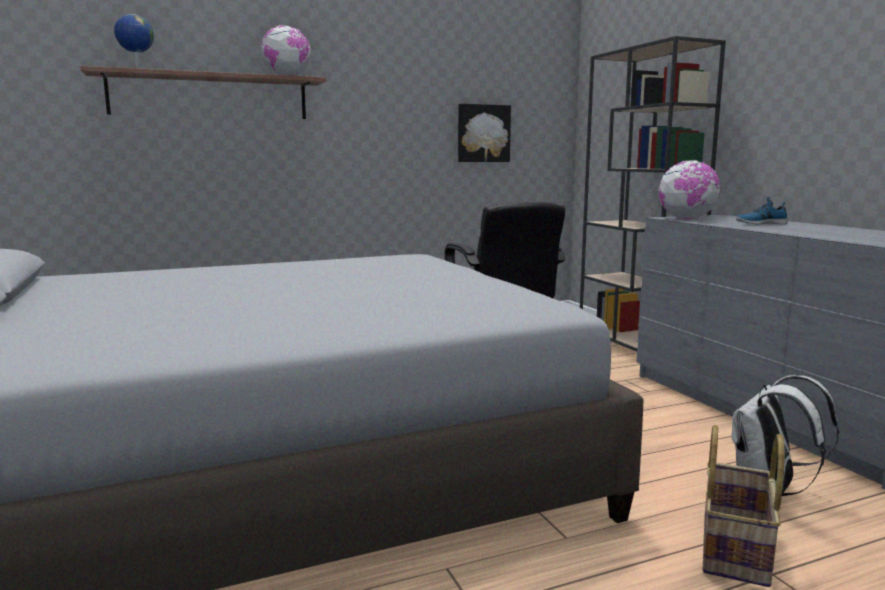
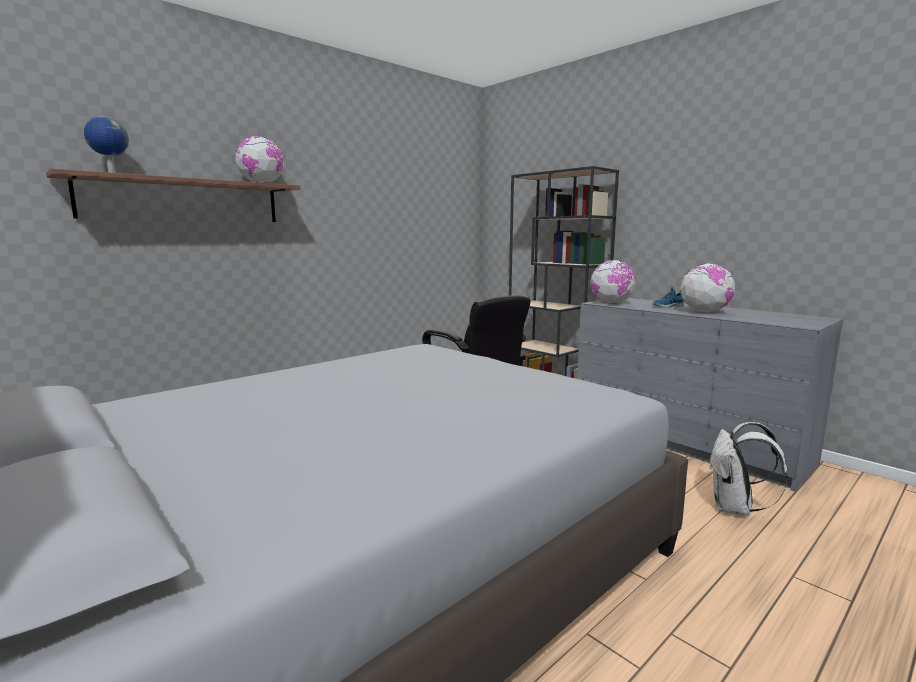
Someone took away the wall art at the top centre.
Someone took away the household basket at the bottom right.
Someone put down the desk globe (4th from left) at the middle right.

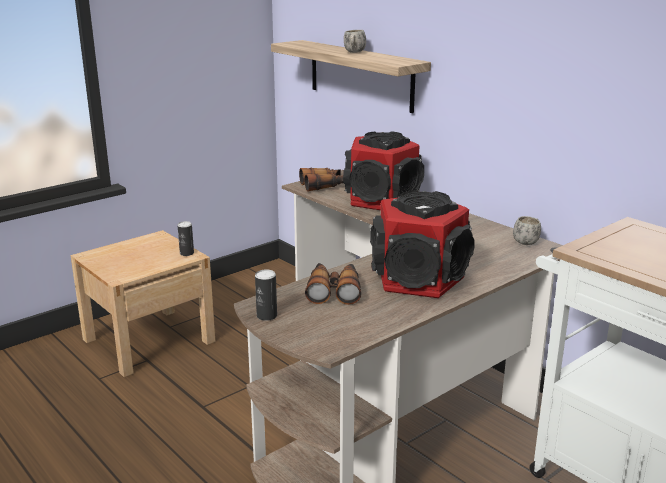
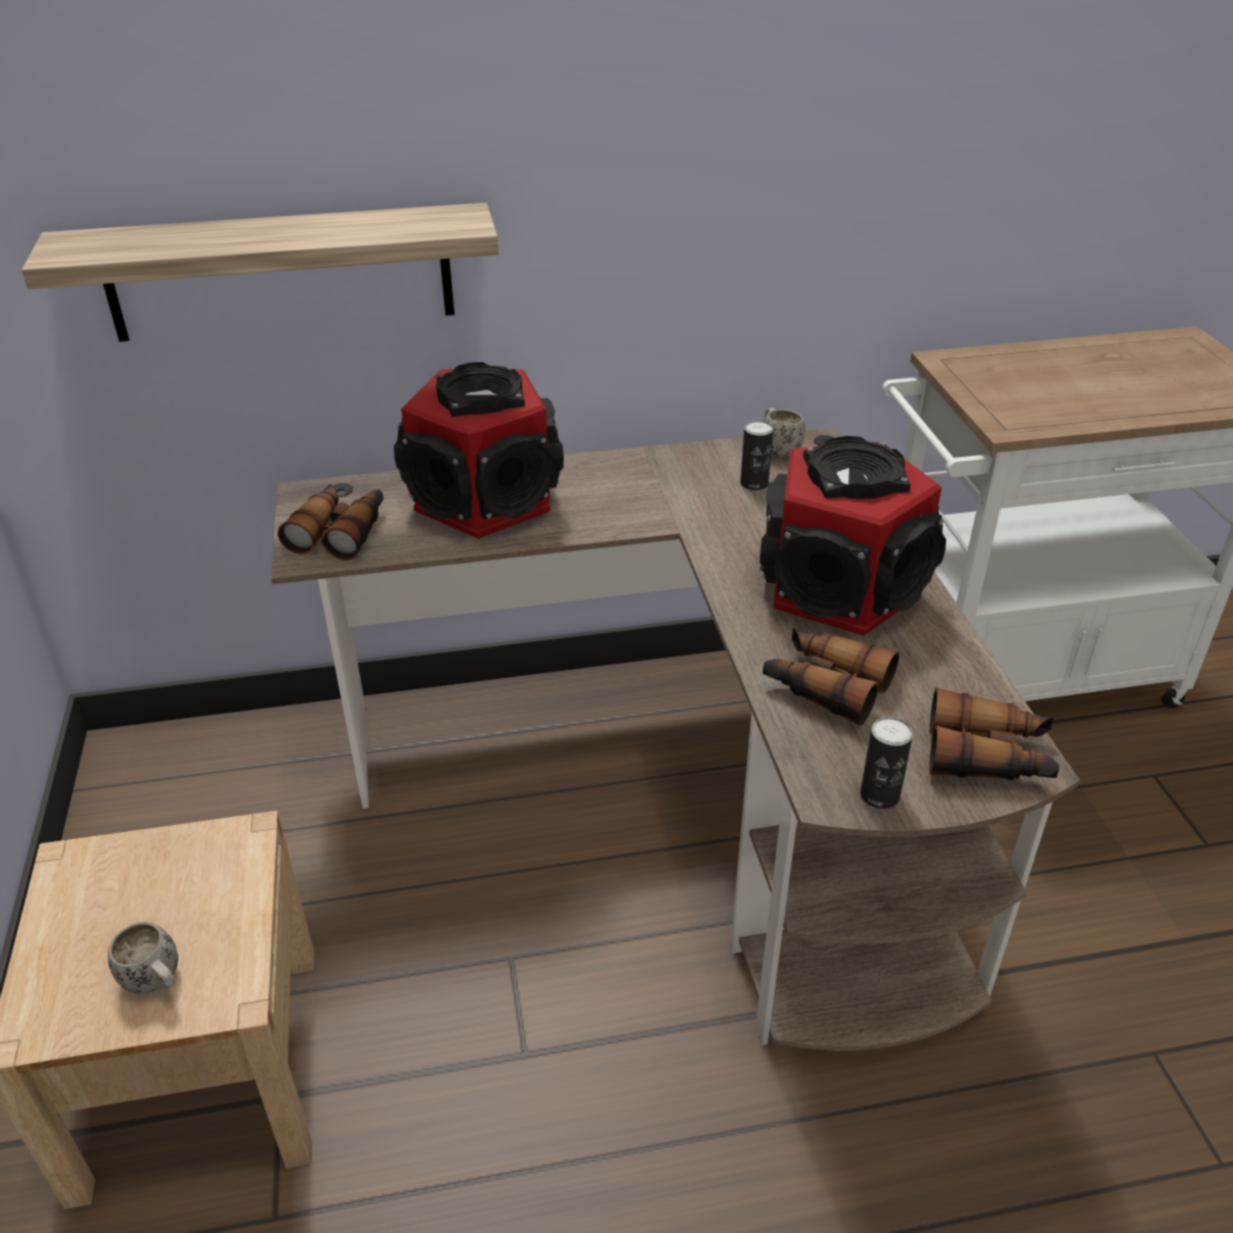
Someone carried the coffee mug/white (1st from left) from the top centre to the bottom left.
Someone carried the can (1st from left) from the middle left to the centre.
Someone put down the pair of binoculars (3rd from left) at the middle right.

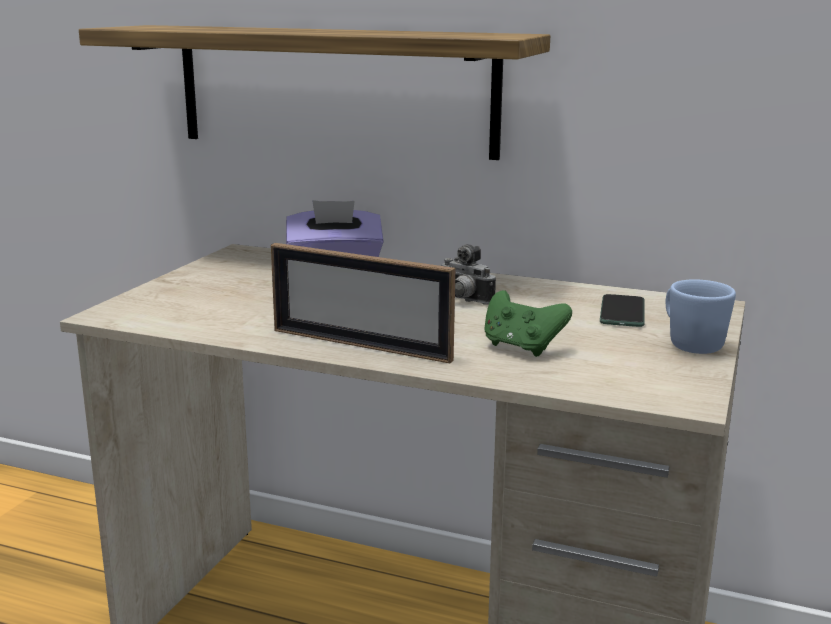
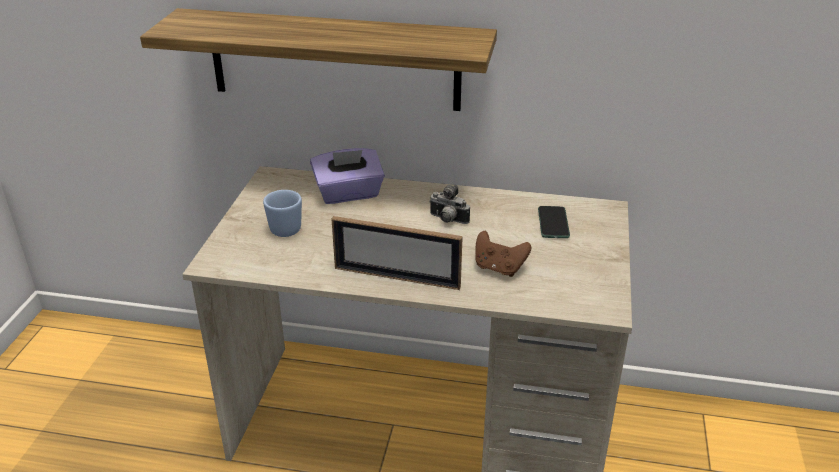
Someone carried the coffee mug/bluish from the middle right to the centre.
Someone repainted the game controller/green-coloured at the centre, which became the game controller/brown at the centre.

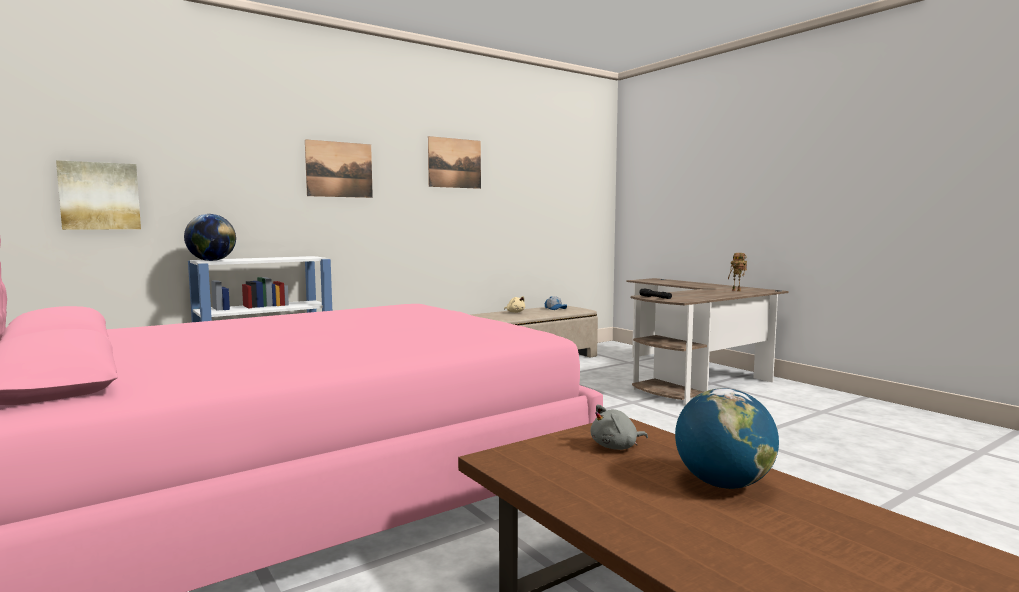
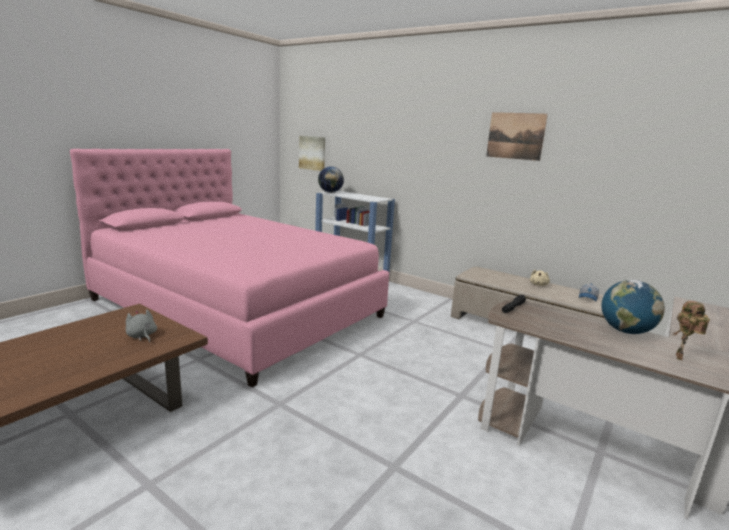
Someone took away the wall art (2nd from left) at the top left.
Someone carried the desk globe (2nd from left) from the bottom right to the middle right.

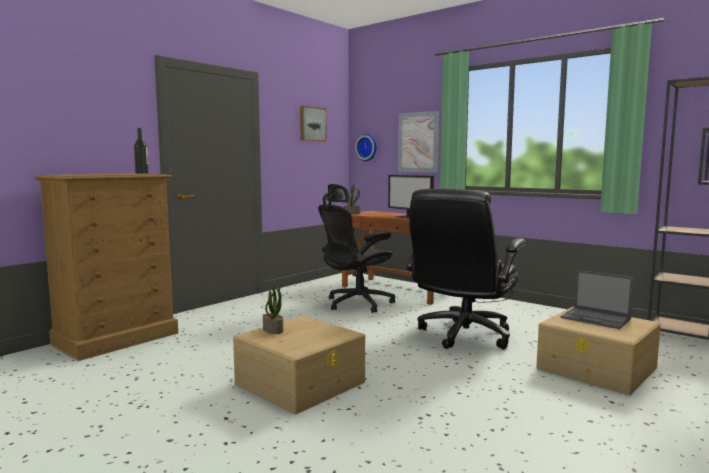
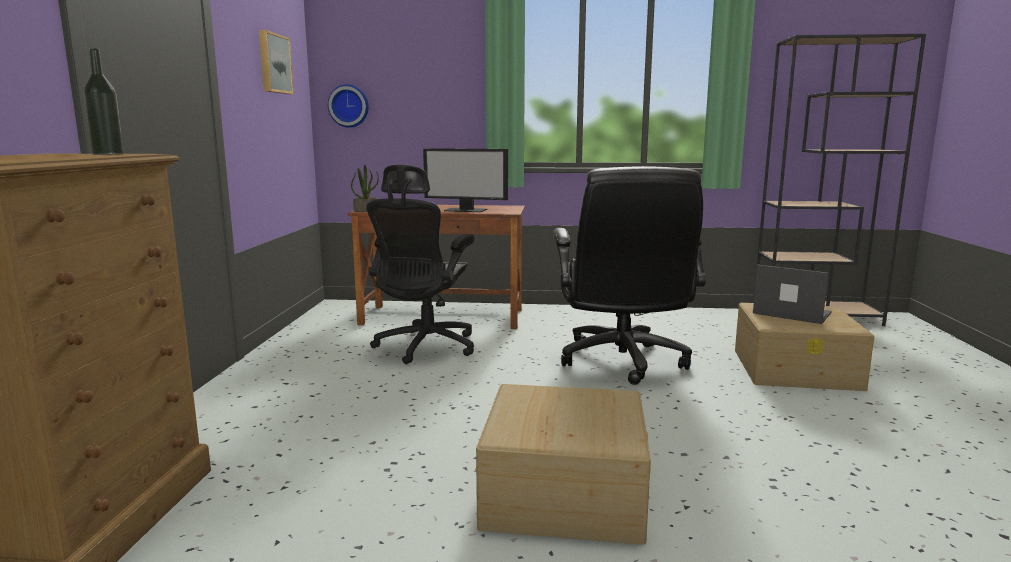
Someone took away the wall art (2nd from left) at the top centre.
Someone rotated the portable computer at the middle right by 150 degrees counterclockwise.
Someone took away the plant in a pot (1st from left) at the centre.

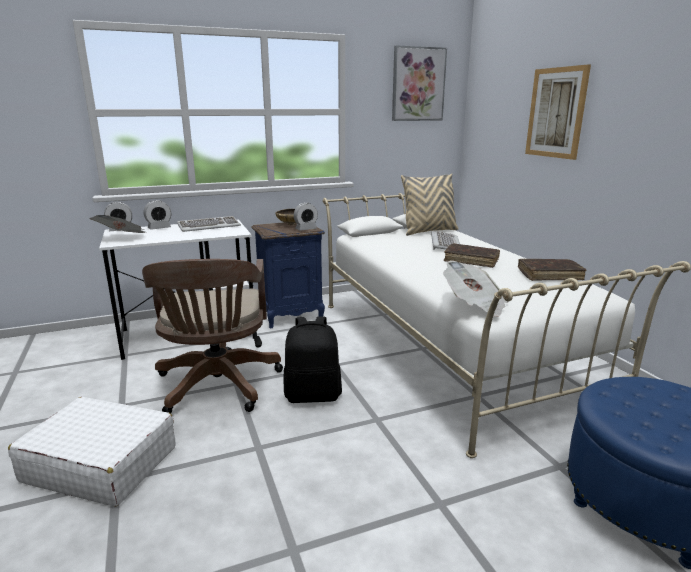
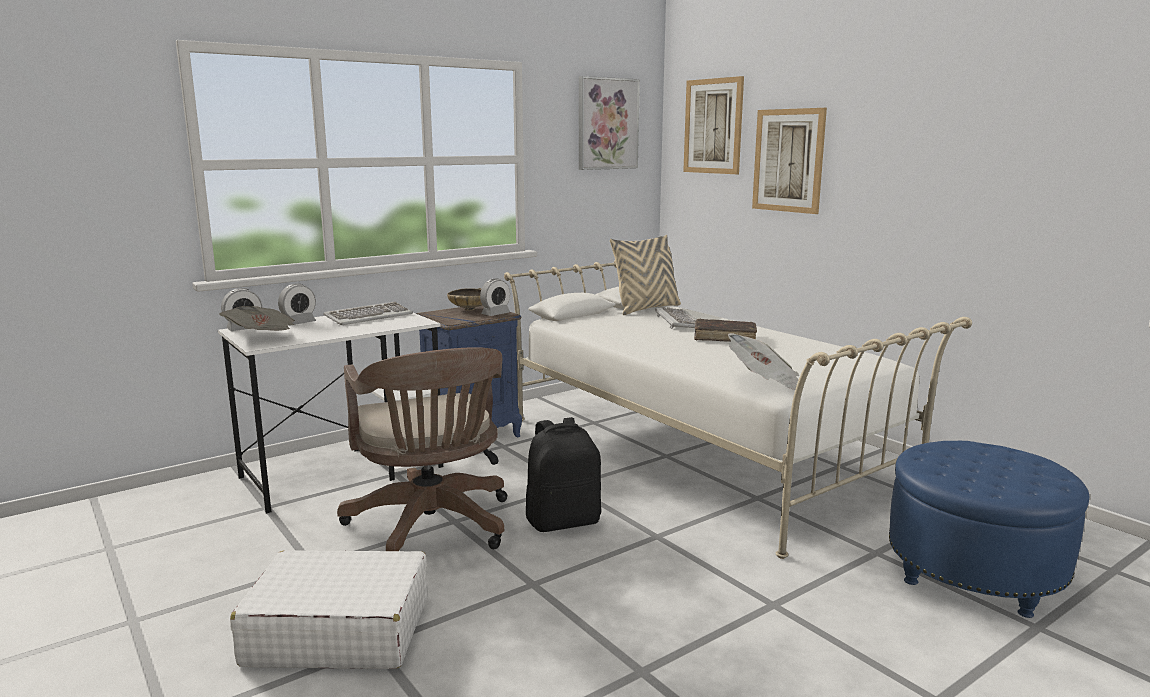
Someone took away the bound book/brown (2nd from left) at the middle right.
Someone put up the wall art (2nd from left) at the top centre.

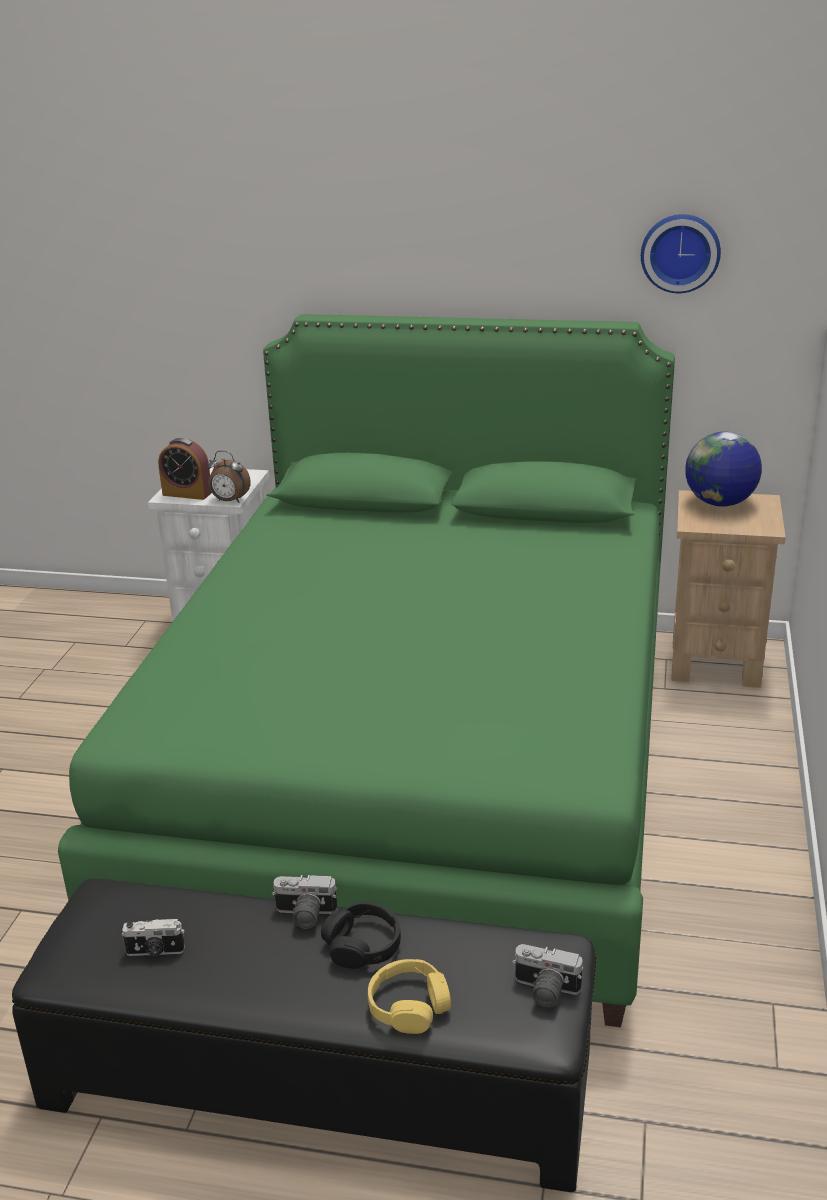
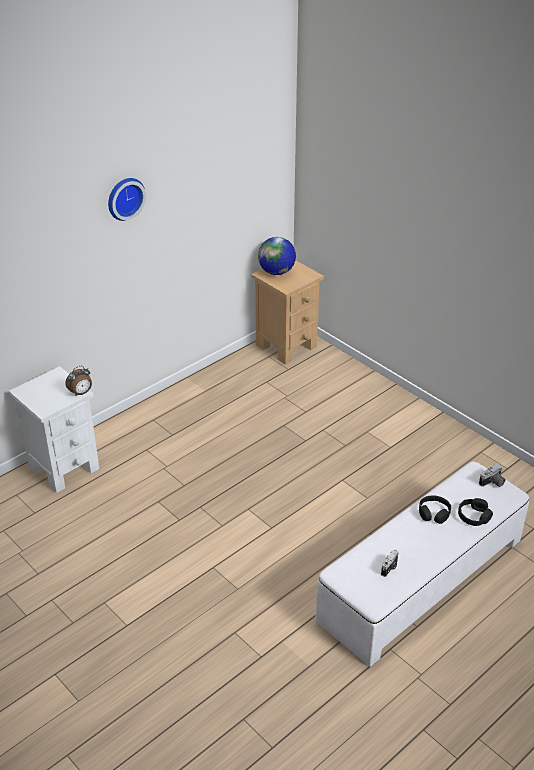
Someone carried the clock on the wall from the top right to the top left.
Someone took away the bedroom bed/green-coloured at the centre.
Someone took away the alarm clock (1st from left) at the middle left.
Someone took away the photo camera (2nd from left) at the bottom centre.
Someone repainted the long seat/black at the bottom centre, which became the long seat/white at the bottom right.
Someone repainted the headset/yellow-coloured at the bottom centre, which became the headset/black (2nd from left) at the middle right.

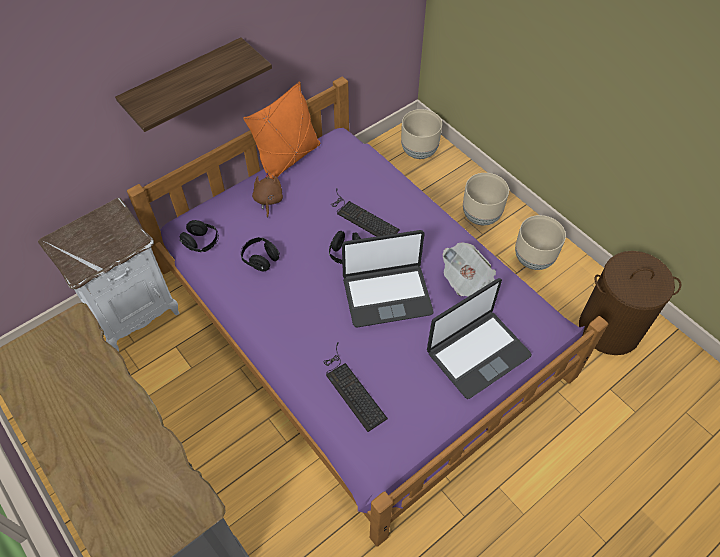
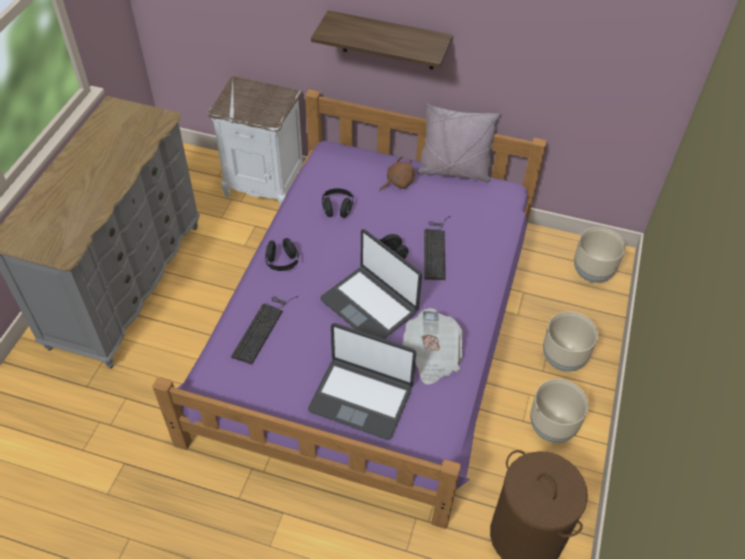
Someone repainted the pillow/orange at the top centre, which became the pillow/purple-coloured at the top centre.
Someone carried the headset/black (1st from left) from the middle left to the centre.

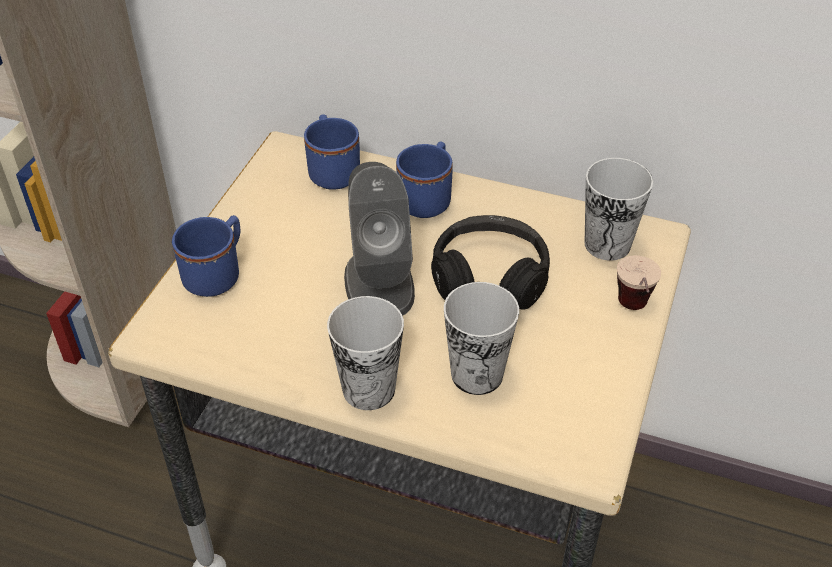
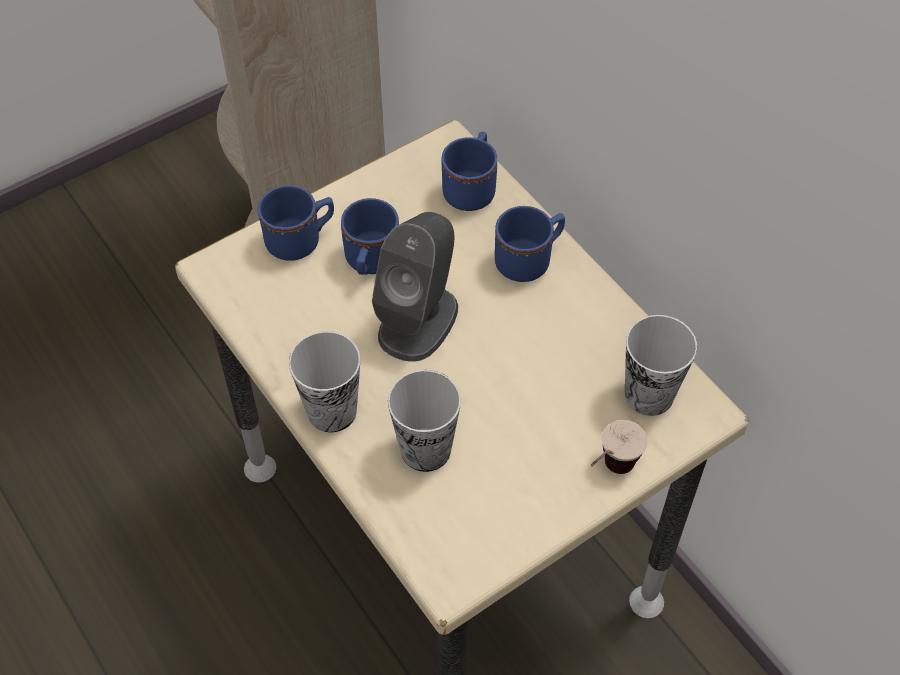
Someone took away the headset/black at the centre.
Someone put down the coffee mug/bluish (2nd from left) at the centre.

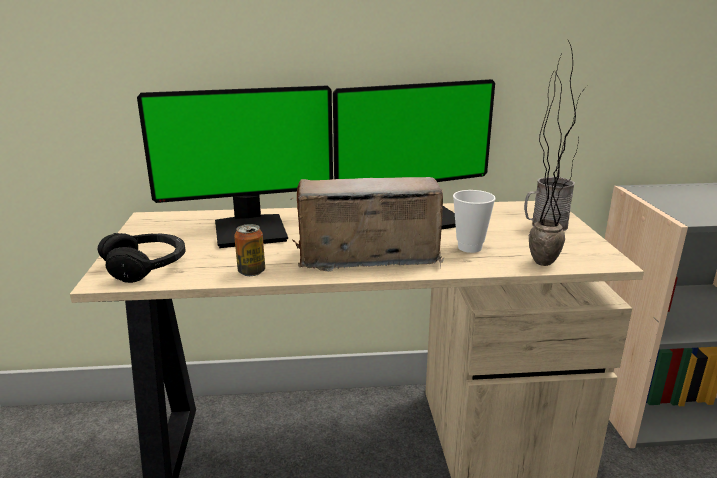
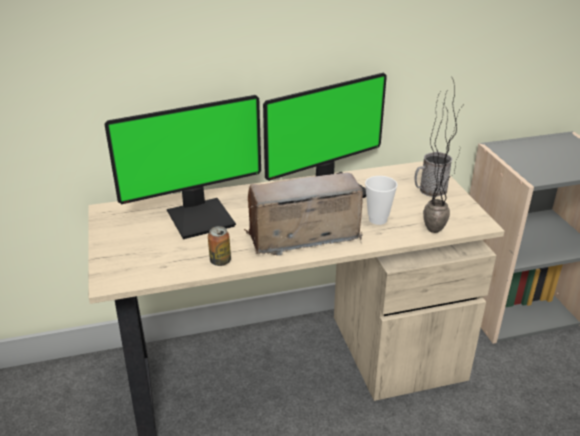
Someone took away the headset/black at the middle left.

